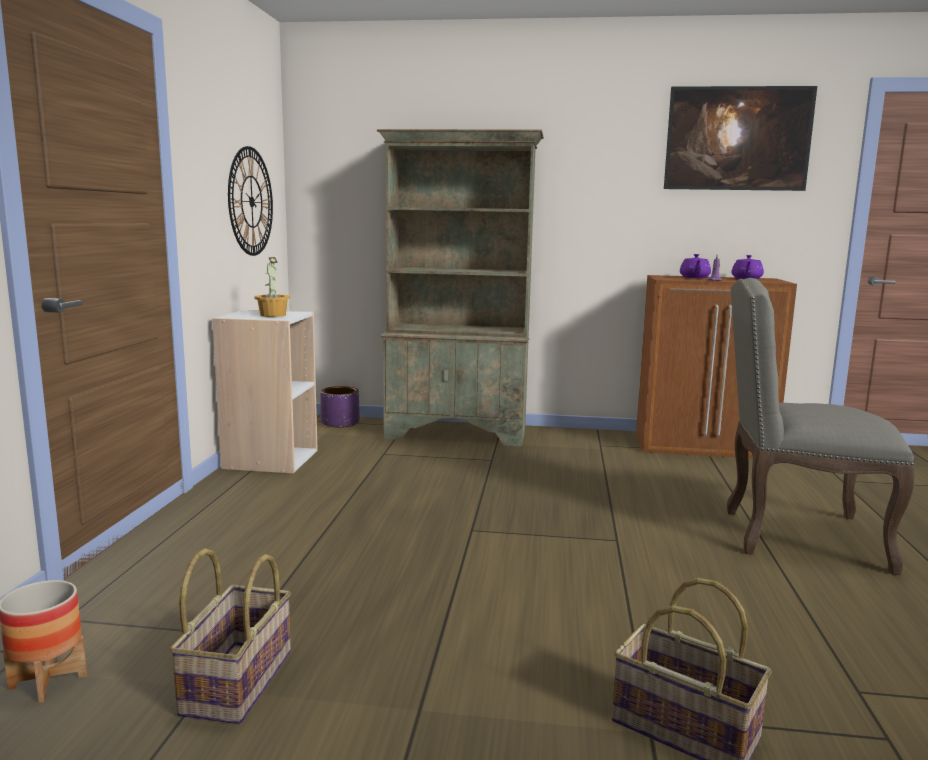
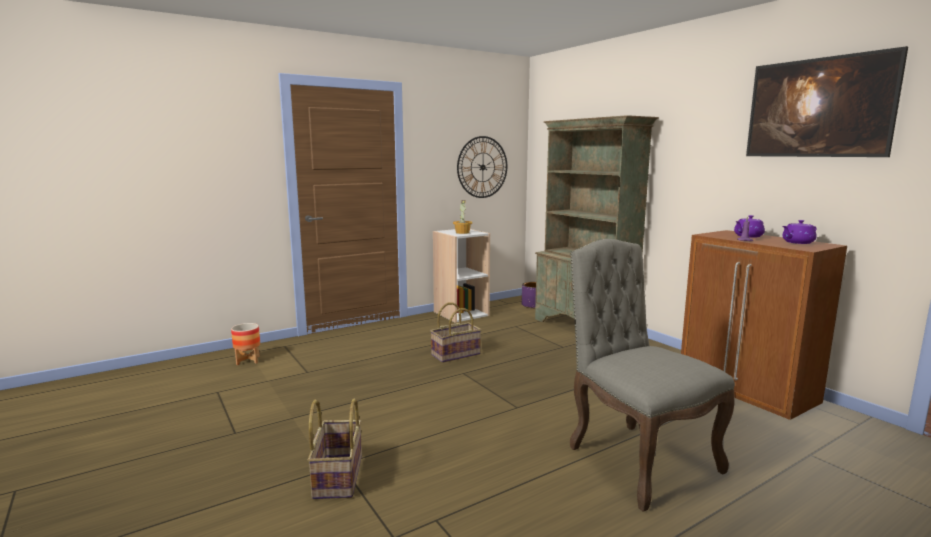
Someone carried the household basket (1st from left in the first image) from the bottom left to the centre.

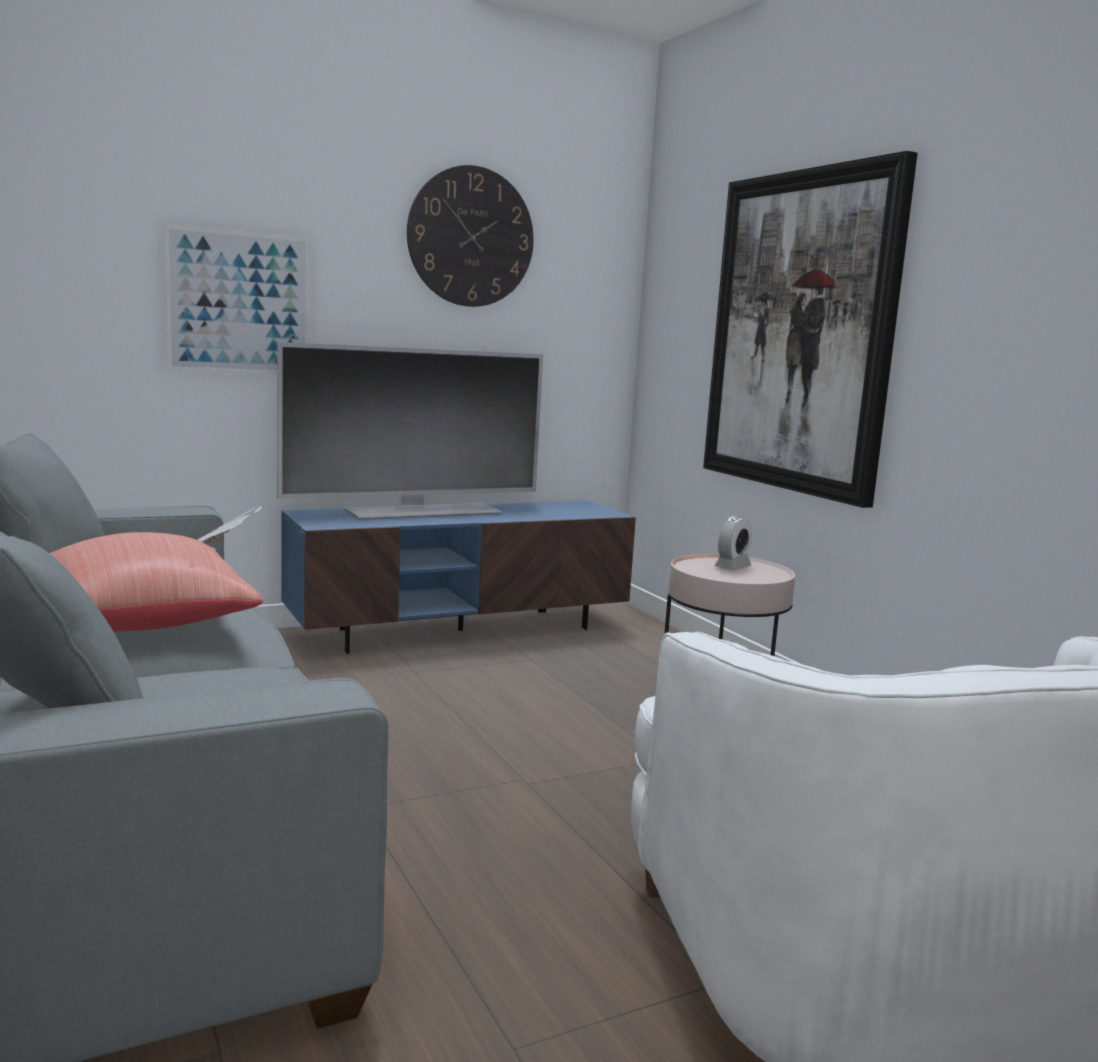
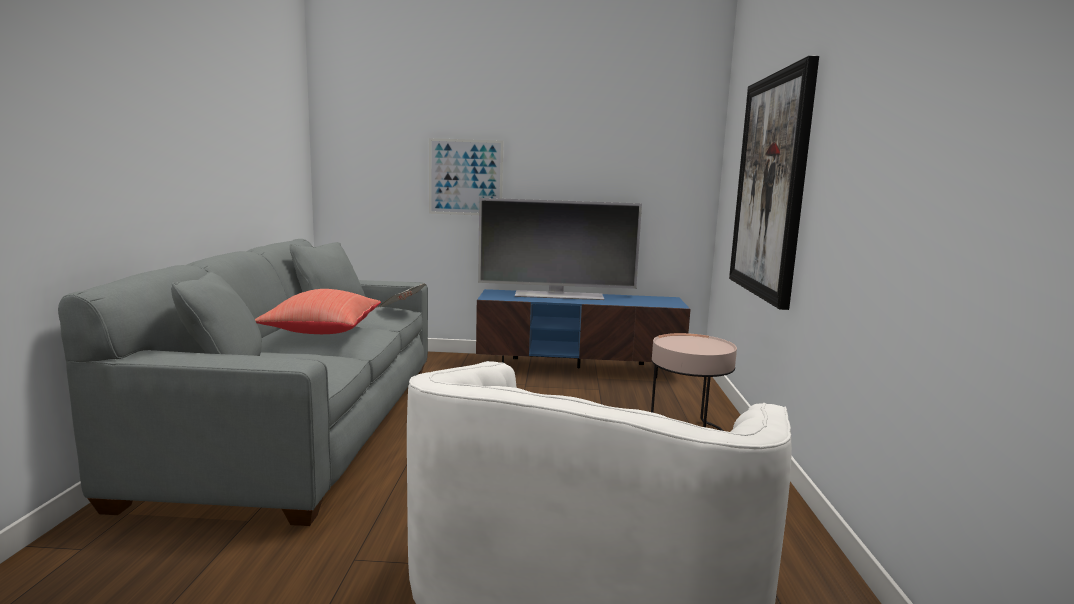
Someone took away the clock on the wall at the top centre.
Someone took away the alarm clock at the middle right.

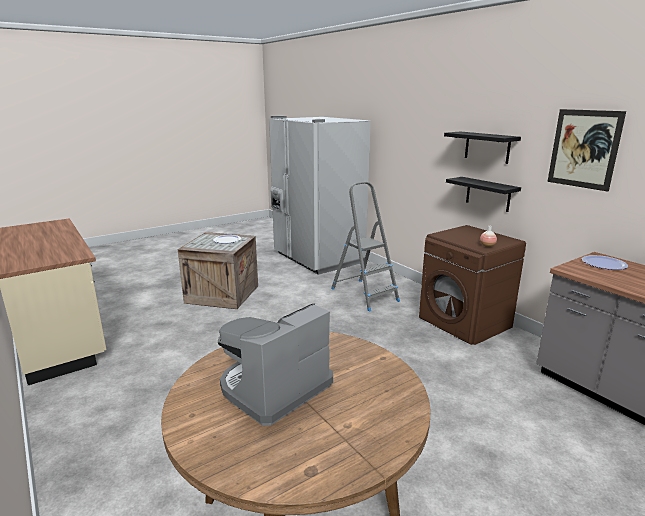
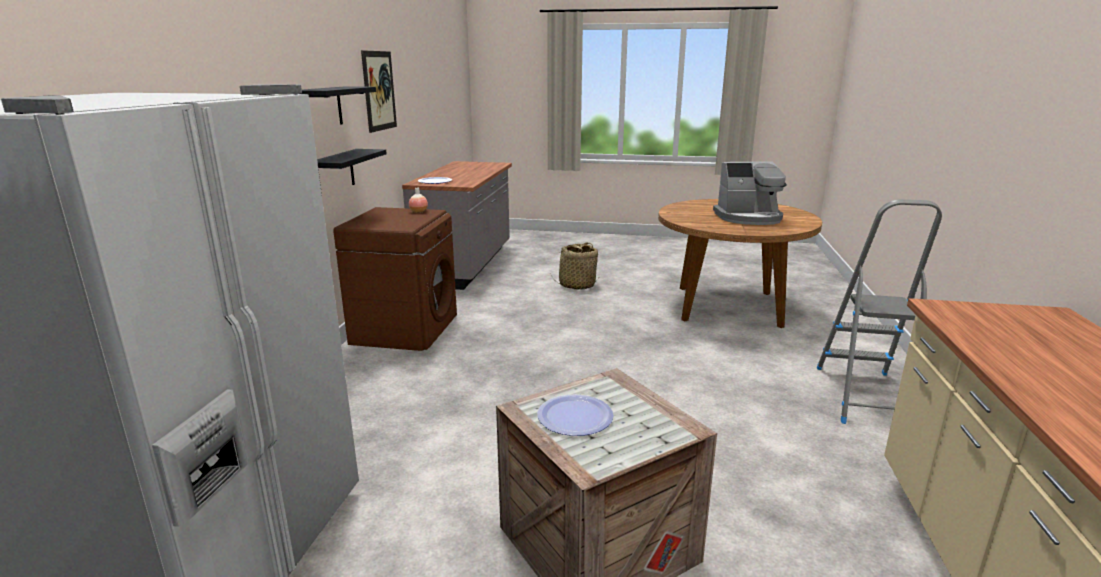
Someone carried the step ladder/grey from the centre to the middle right.
Someone put down the household basket at the centre.

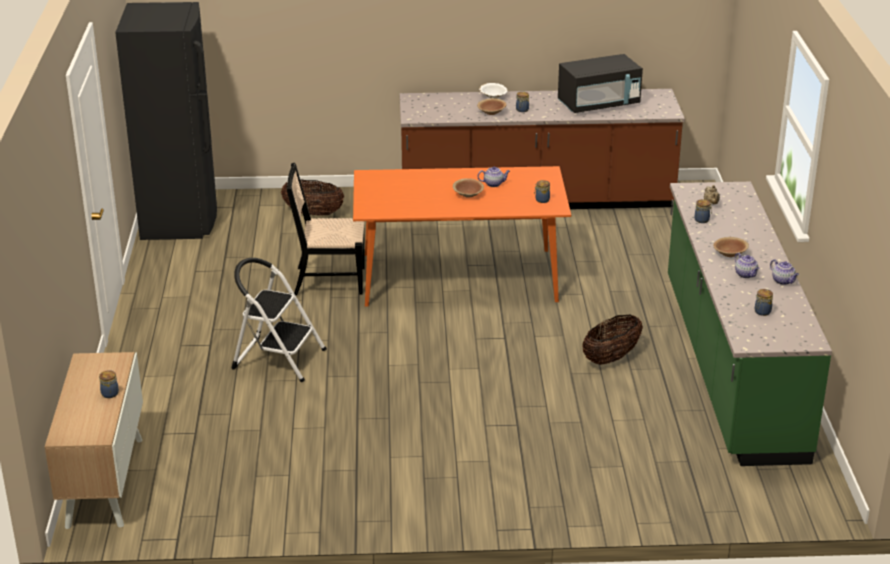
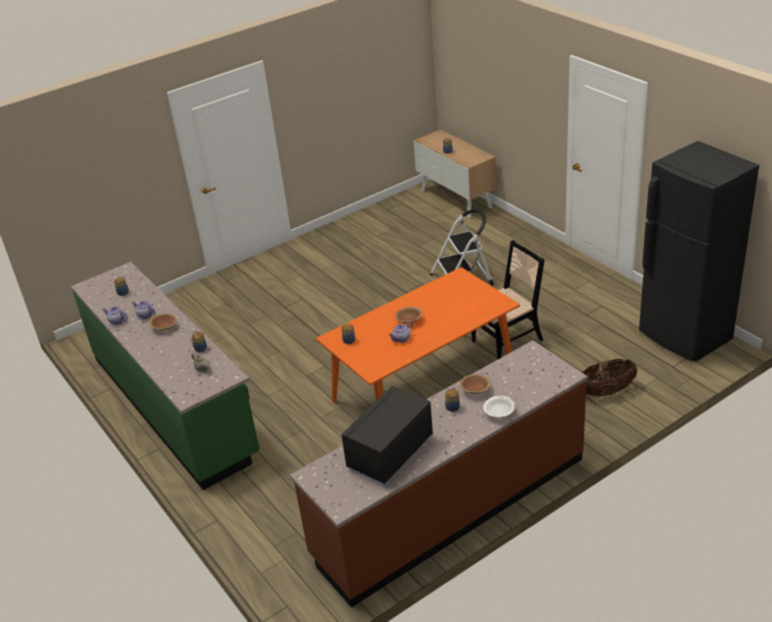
Someone took away the household basket (2nd from left) at the middle right.

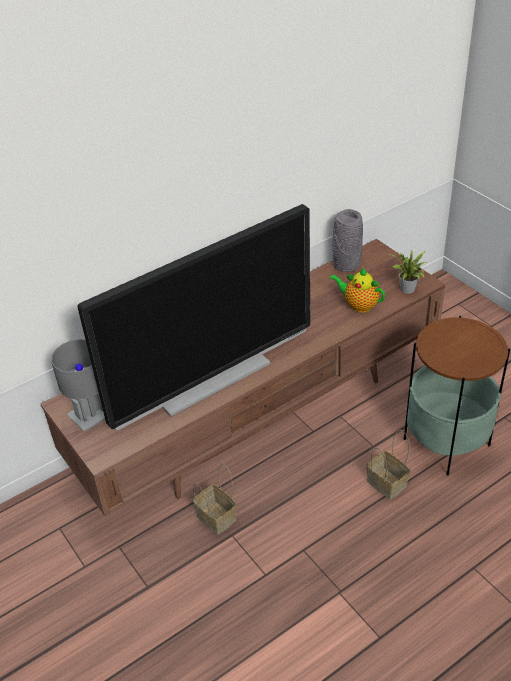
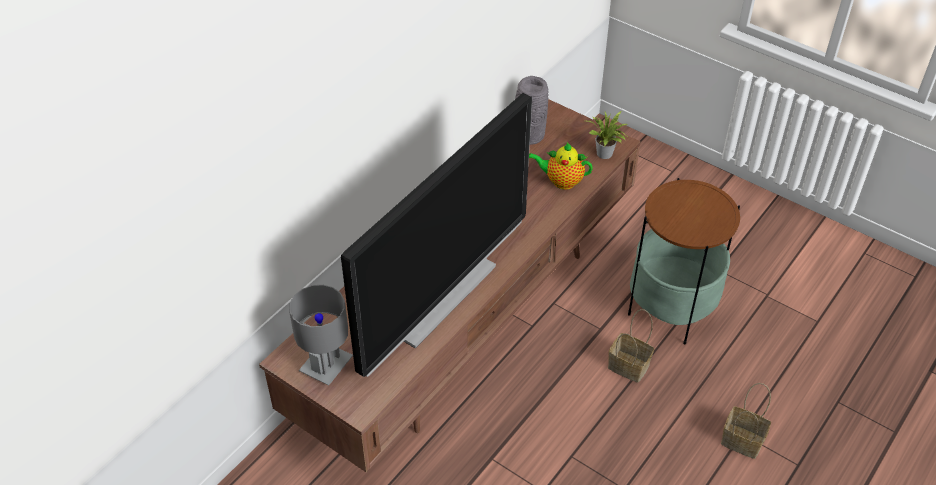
Someone carried the household basket (1st from left in the first image) from the bottom centre to the bottom right.

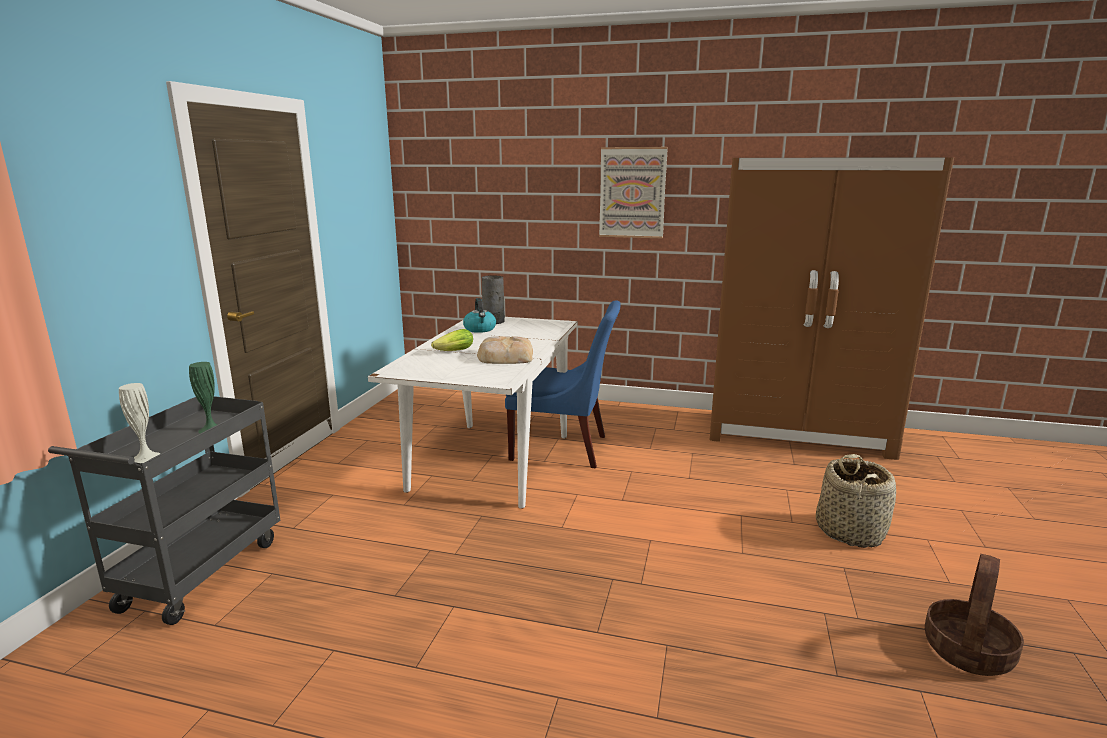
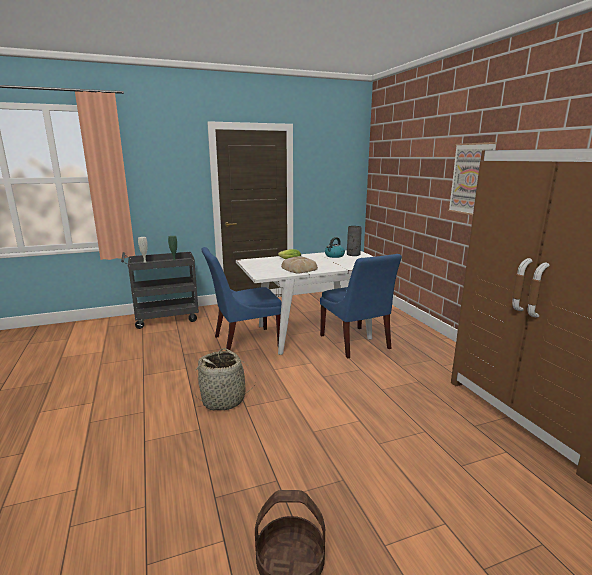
Someone carried the household basket (1st from left) from the bottom right to the centre.
Someone put down the upright chair/bluish (1st from left) at the centre.

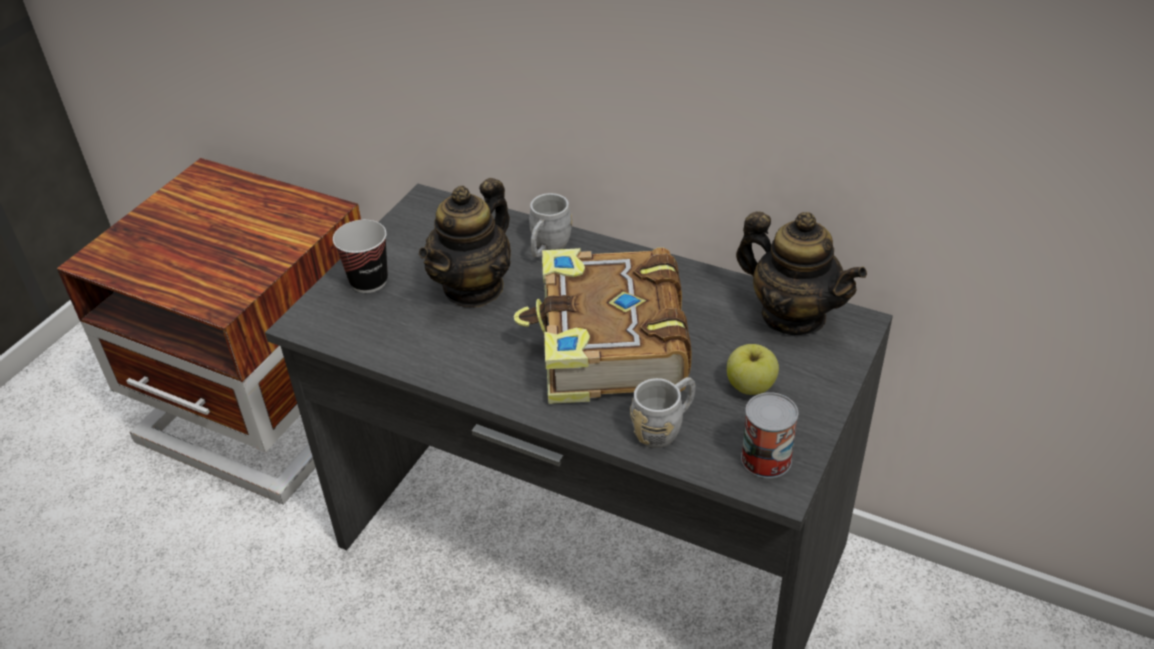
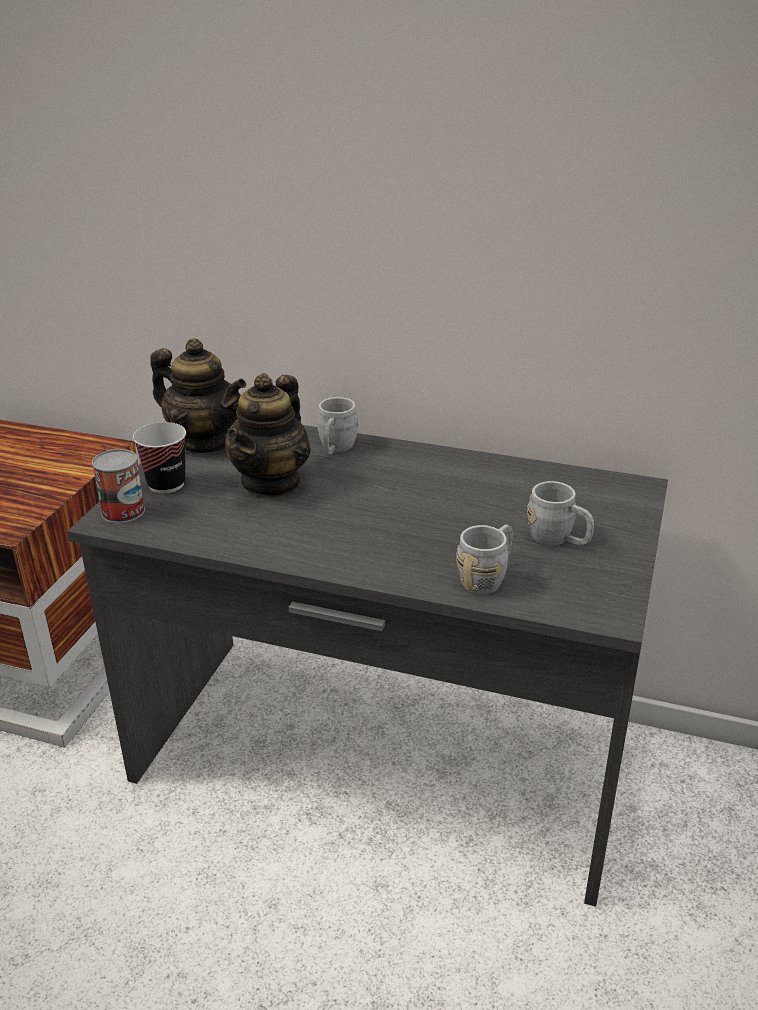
Someone carried the tea pot (2nd from left in the first image) from the middle right to the middle left.
Someone took away the bound book at the centre.
Someone swapped the apple at the centre for the coffee mug/grey (3rd from left) at the middle right.
Someone carried the can from the bottom centre to the middle left.

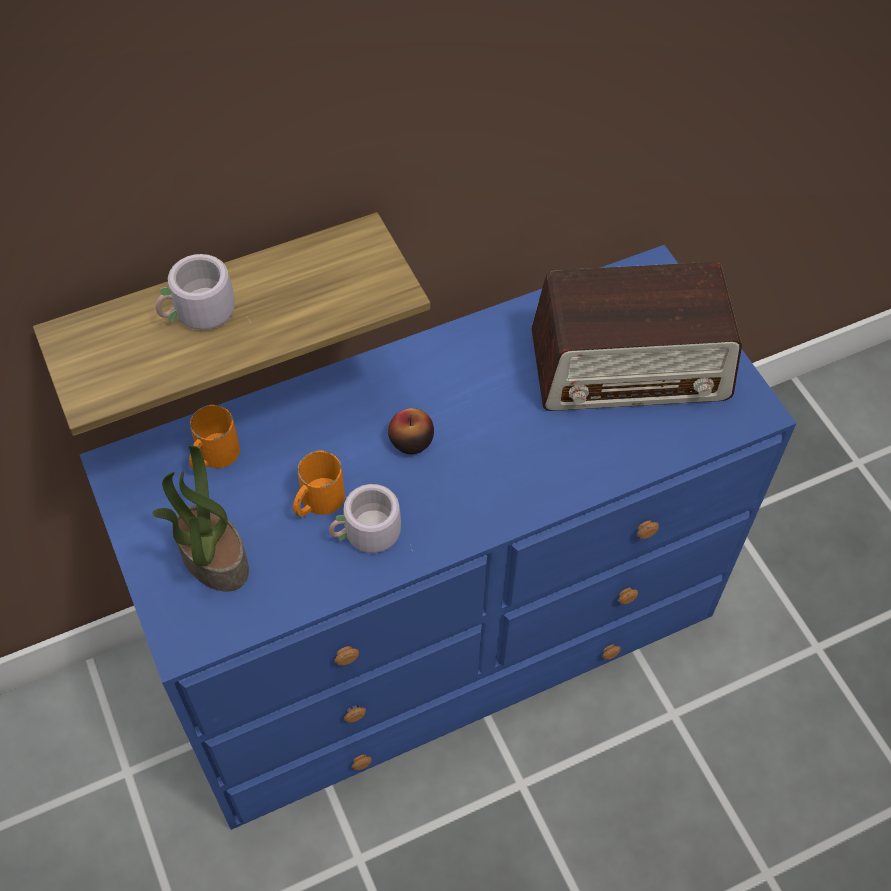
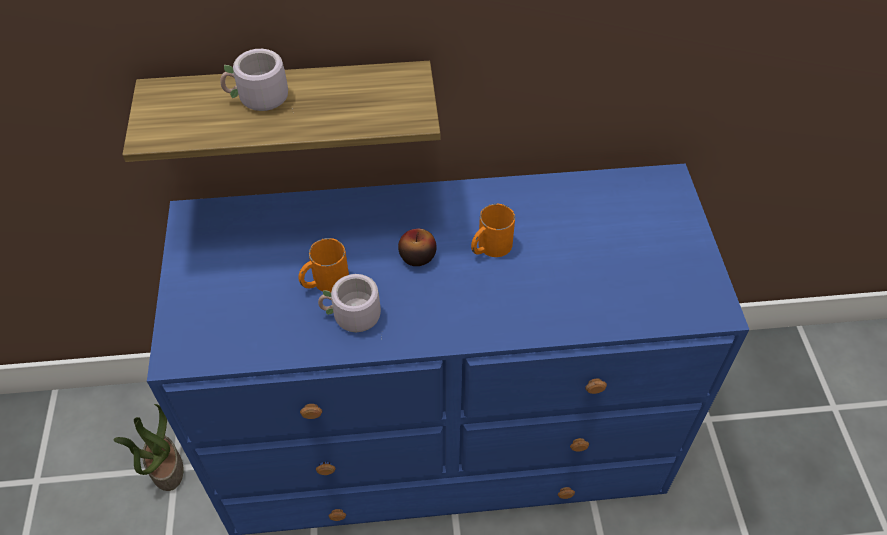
Someone took away the radio set at the middle right.
Someone carried the coffee mug/orange (1st from left in the first image) from the middle left to the centre.
Someone carried the plant in a pot from the middle left to the bottom left.

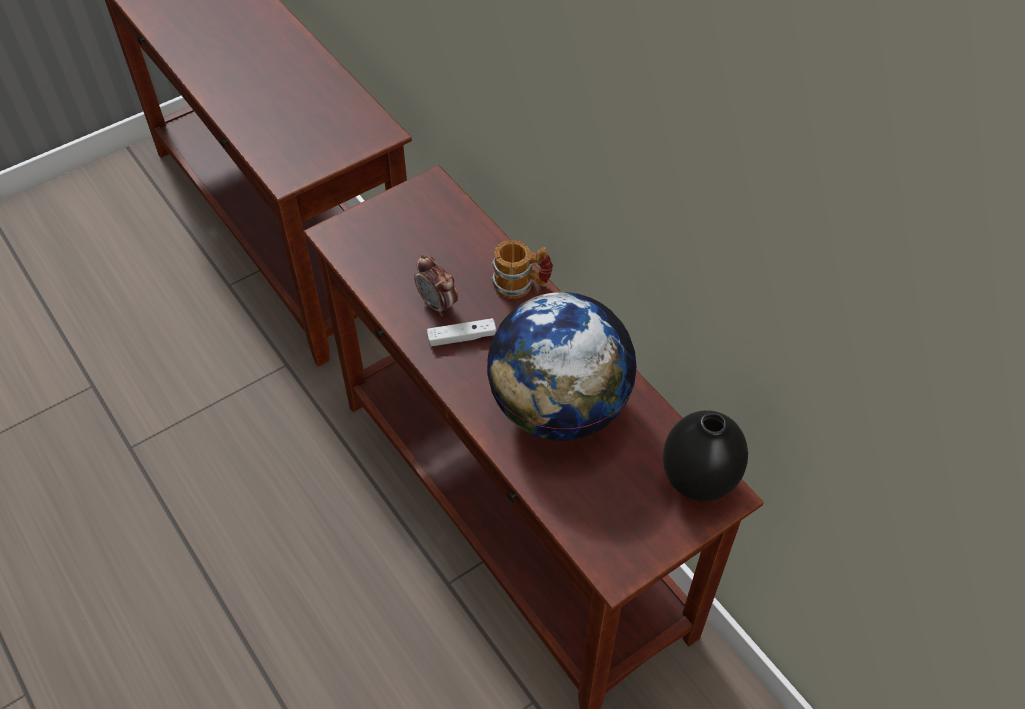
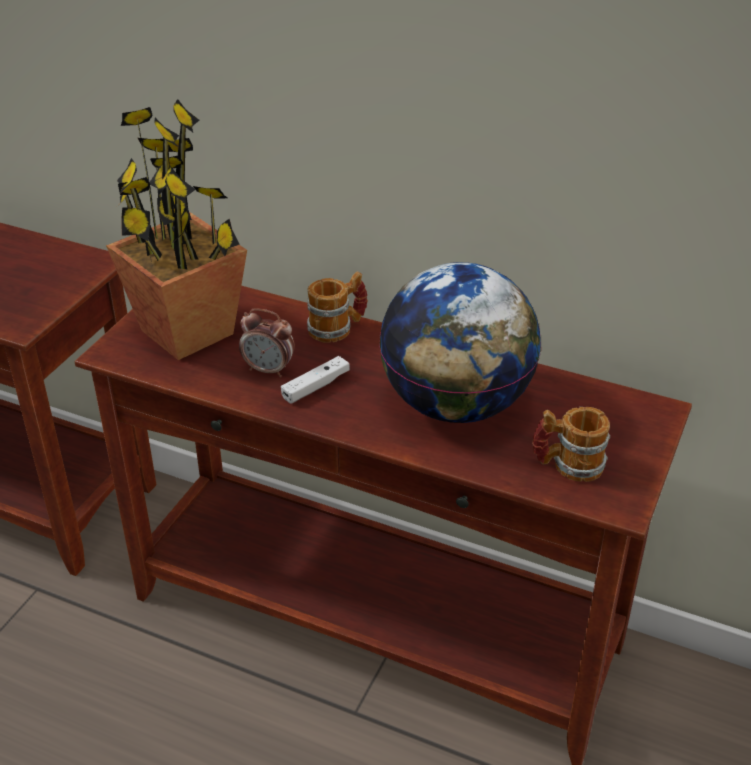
Someone took away the flower vase/black at the middle right.
Someone put down the plant in a pot at the top left.
Someone put down the coffee mug (2nd from left) at the middle right.

